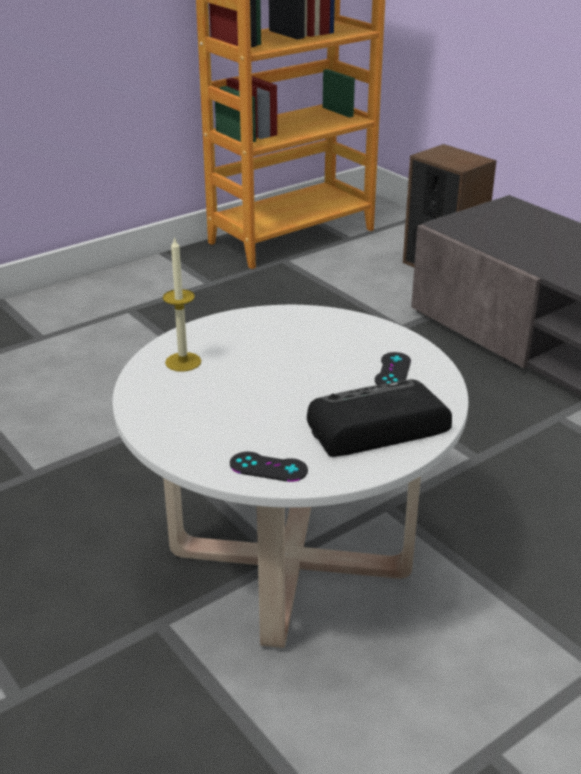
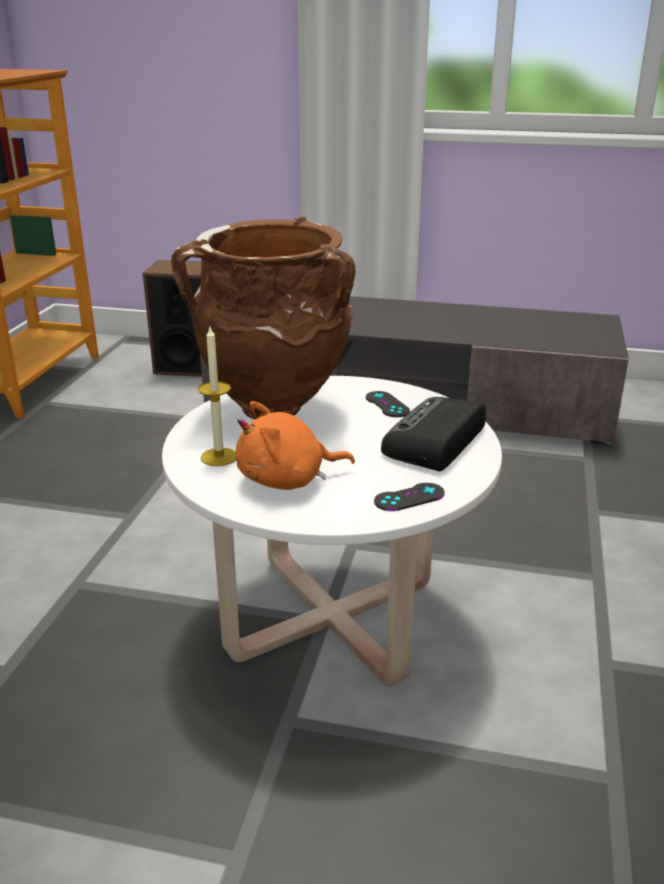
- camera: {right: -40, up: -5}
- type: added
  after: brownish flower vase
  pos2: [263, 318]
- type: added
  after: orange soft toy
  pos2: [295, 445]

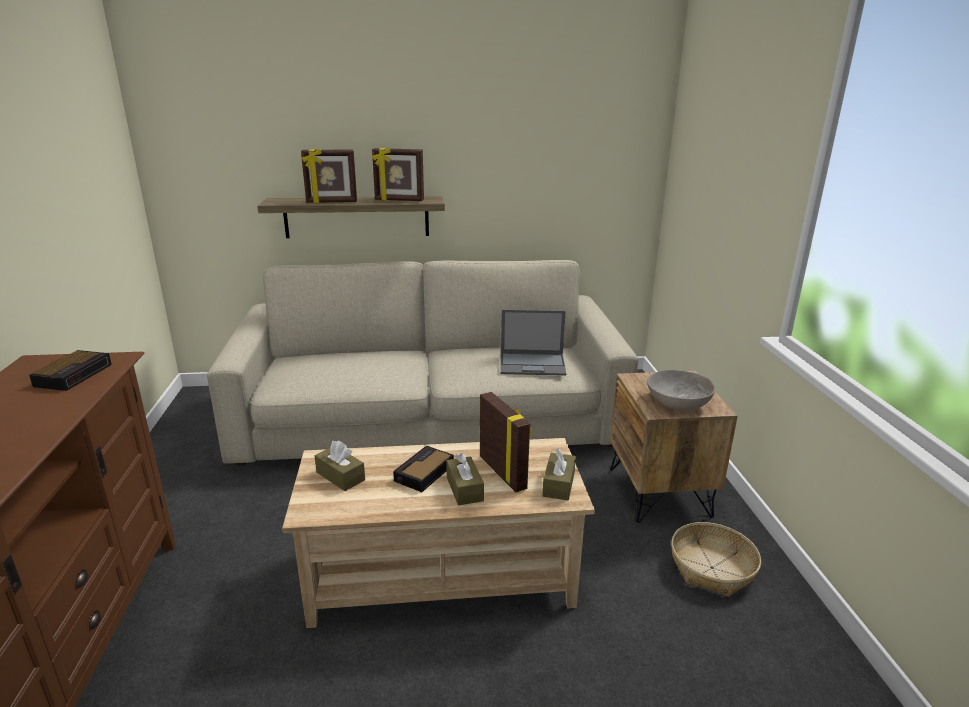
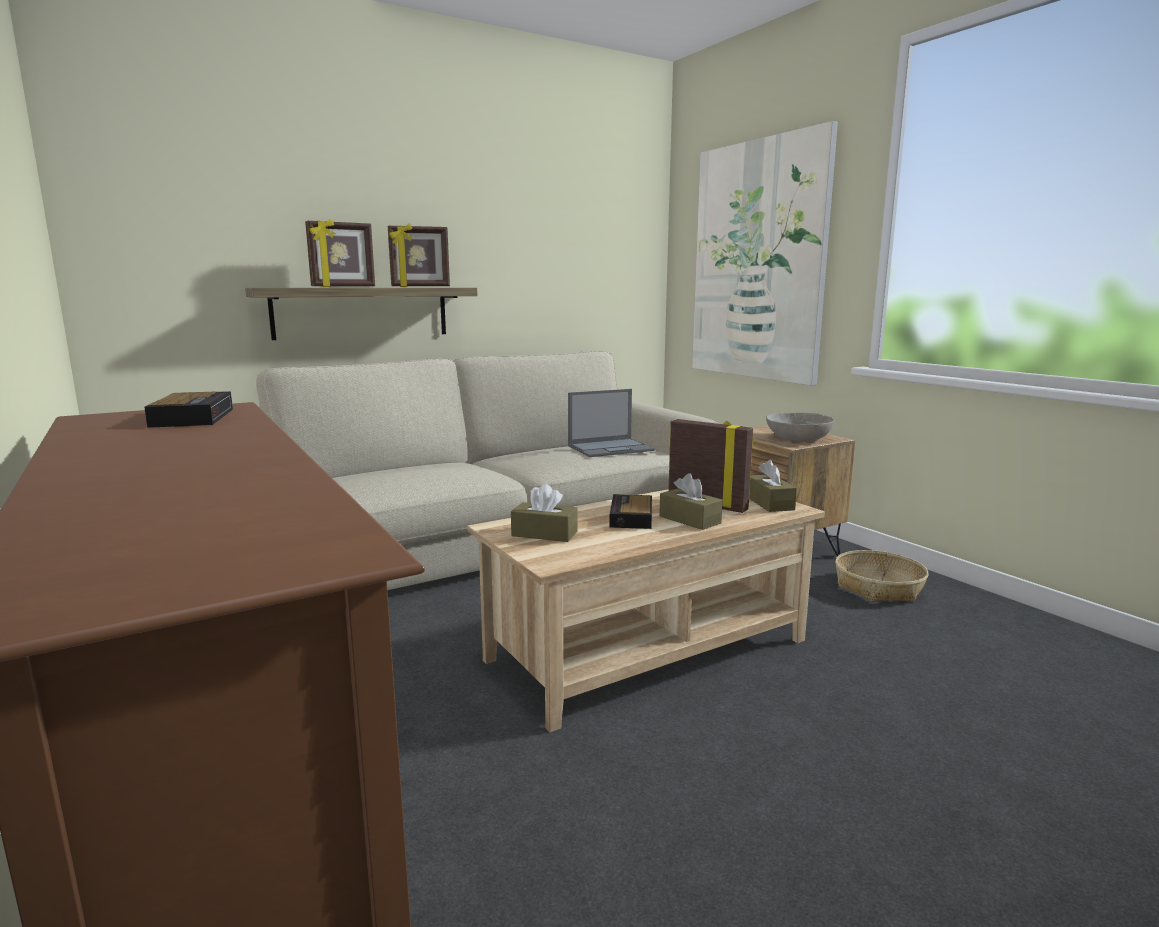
- camera: {right: -25, up: -10}
- type: added
  after: picture
  pos2: [765, 253]

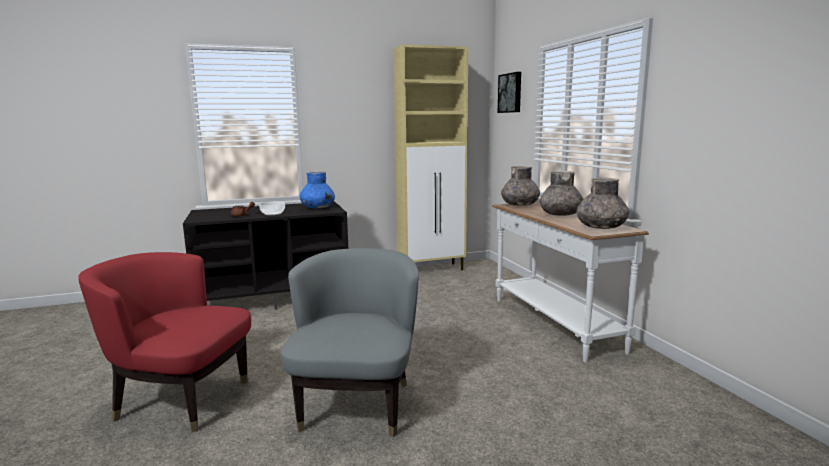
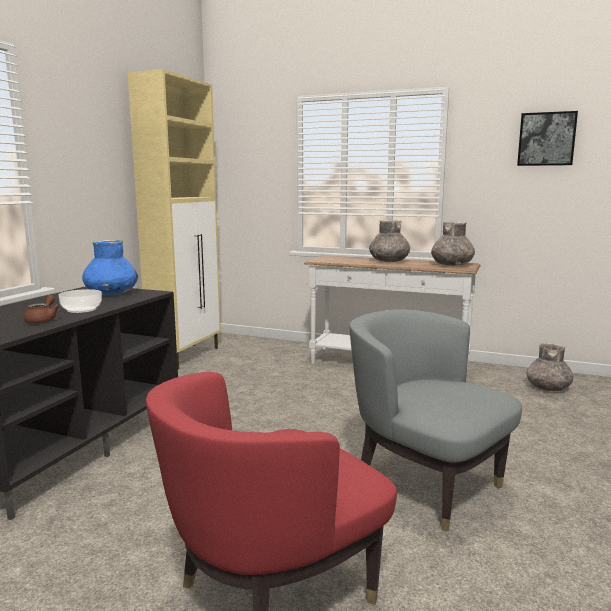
- camera: {right: -50, up: 0}
- type: moved
  before: picture
  pos1: [509, 92]
  pos2: [547, 138]
- type: moved
  before: greyish flower vase
  pos1: [520, 186]
  pos2: [550, 367]

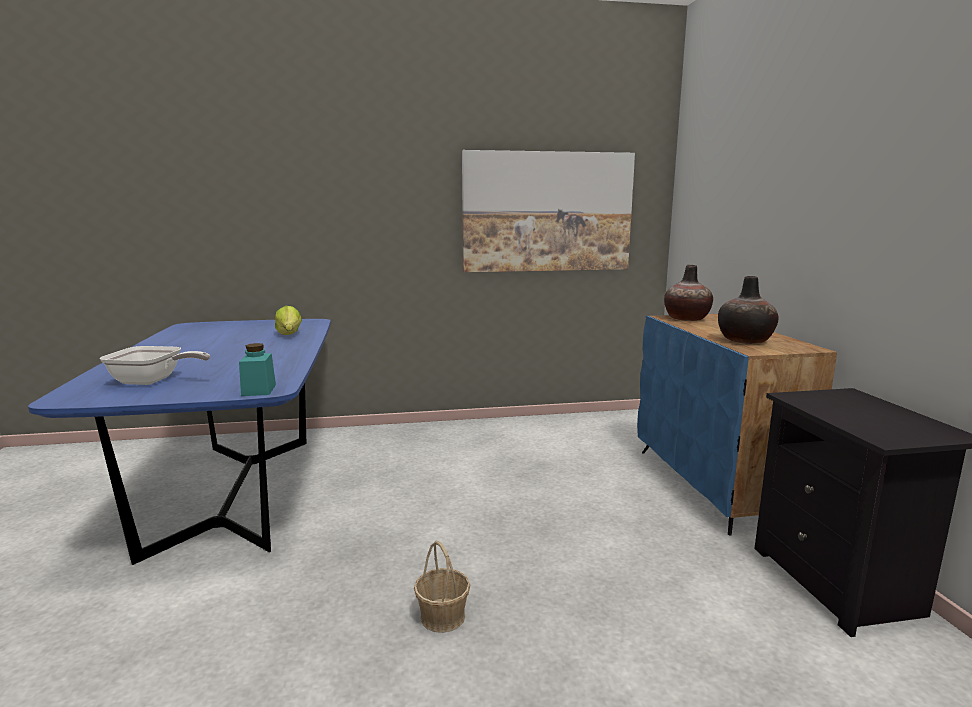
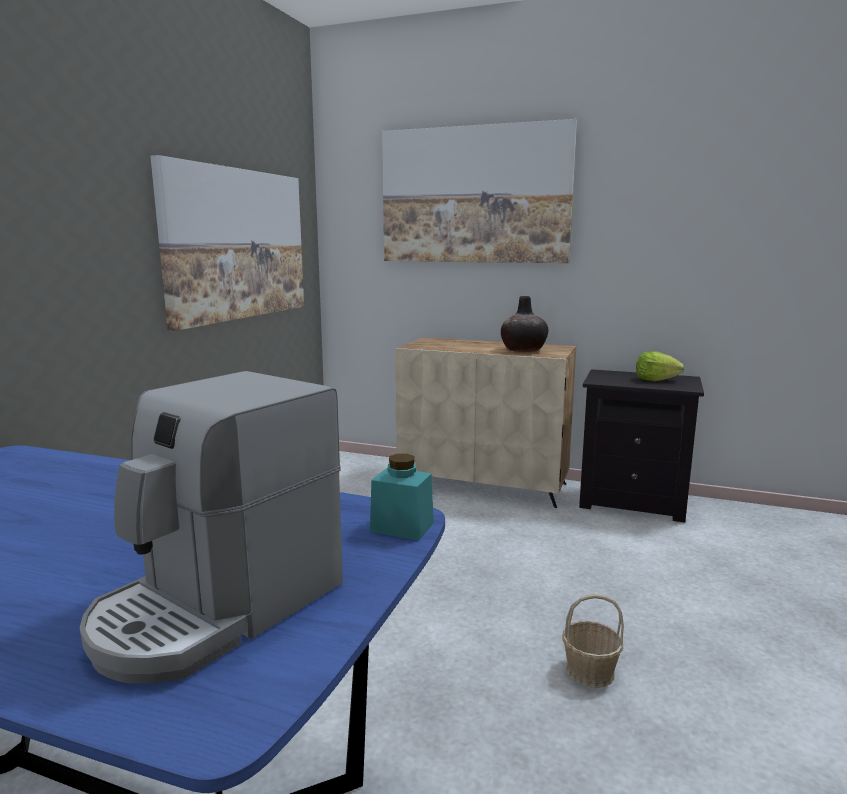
- camera: {right: -60, up: 0}
- type: removed
  before: flower vase
  pos1: [688, 293]
- type: moved
  before: lettuce head
  pos1: [288, 320]
  pos2: [660, 366]
- type: recoloured
  before: bluish cupboard
  after: beige-coloured cupboard
  pos1: [737, 425]
  pos2: [485, 423]
- type: replaced
  before: pan
  after: coffee maker
  pos1: [155, 365]
  pos2: [211, 527]
- type: added
  after: picture
  pos2: [479, 191]

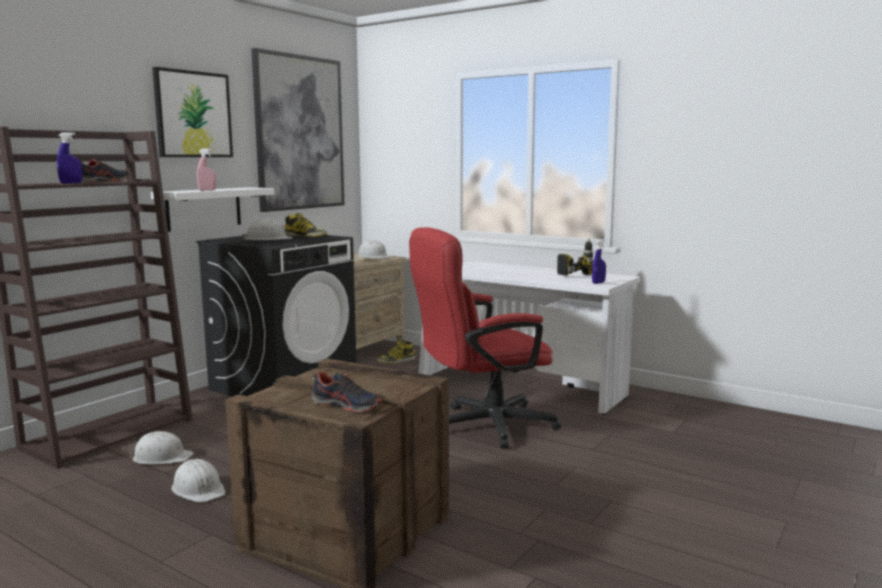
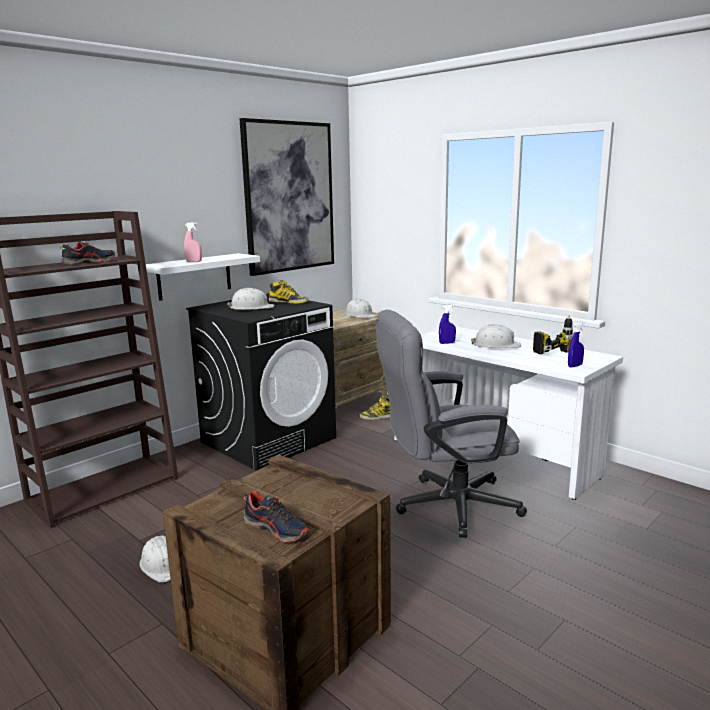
- camera: {right: 10, up: 5}
- type: removed
  before: picture
  pos1: [192, 112]
- type: moved
  before: bluish sprayer
  pos1: [69, 158]
  pos2: [447, 324]
- type: recoloured
  before: red-coloured desk chair
  after: greyish desk chair
  pos1: [485, 338]
  pos2: [451, 424]
- type: moved
  before: white work helmet
  pos1: [162, 447]
  pos2: [496, 336]

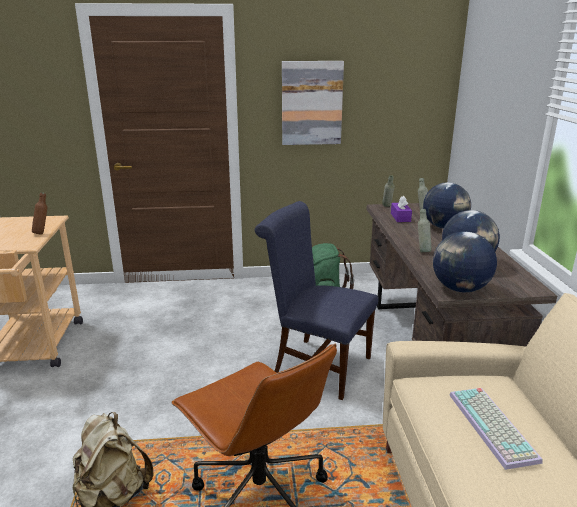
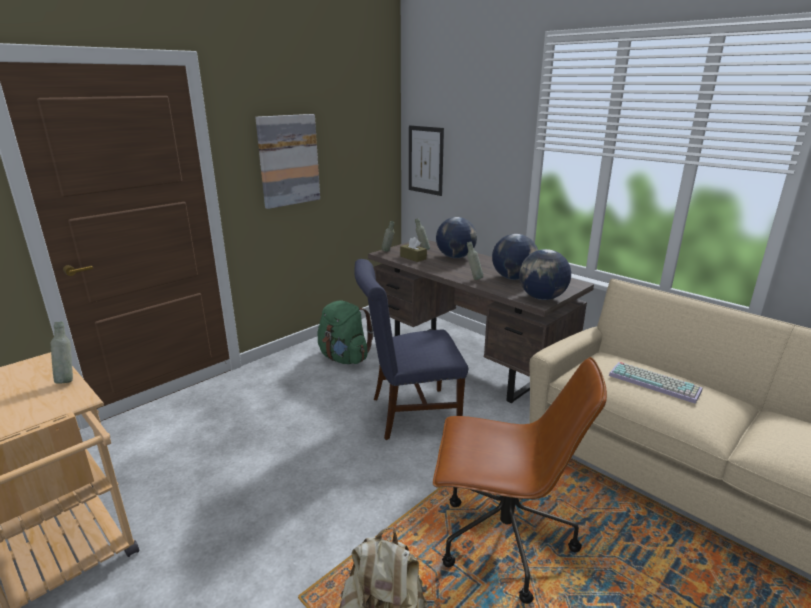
- camera: {right: -40, up: 0}
- type: recoloured
  before: brownish drink bottle
  after: greyish drink bottle
  pos1: [39, 213]
  pos2: [62, 353]
- type: recoloured
  before: purple-coloured tissue holder
  after: brownish tissue holder
  pos1: [401, 209]
  pos2: [413, 249]
- type: added
  after: picture
  pos2: [426, 160]

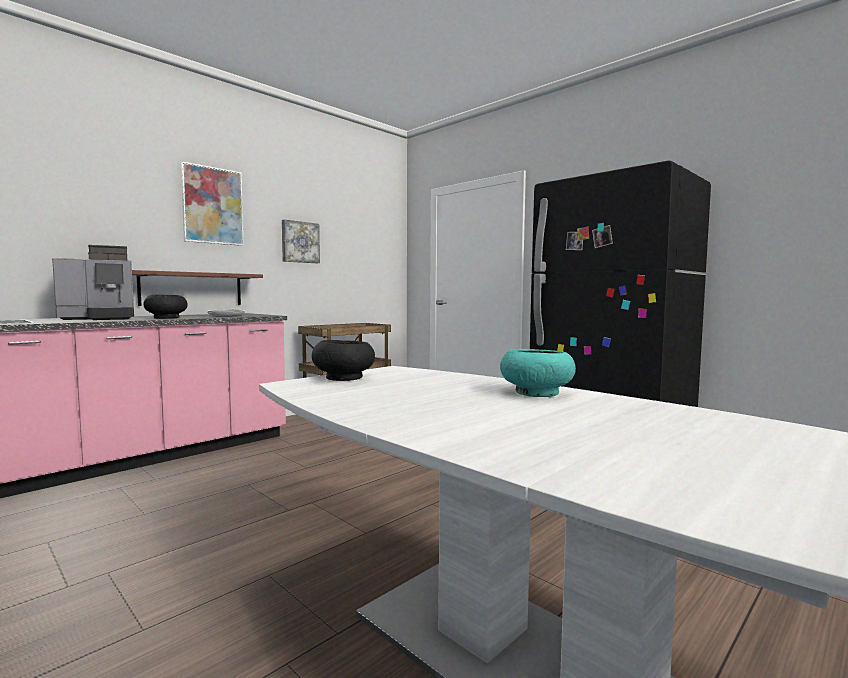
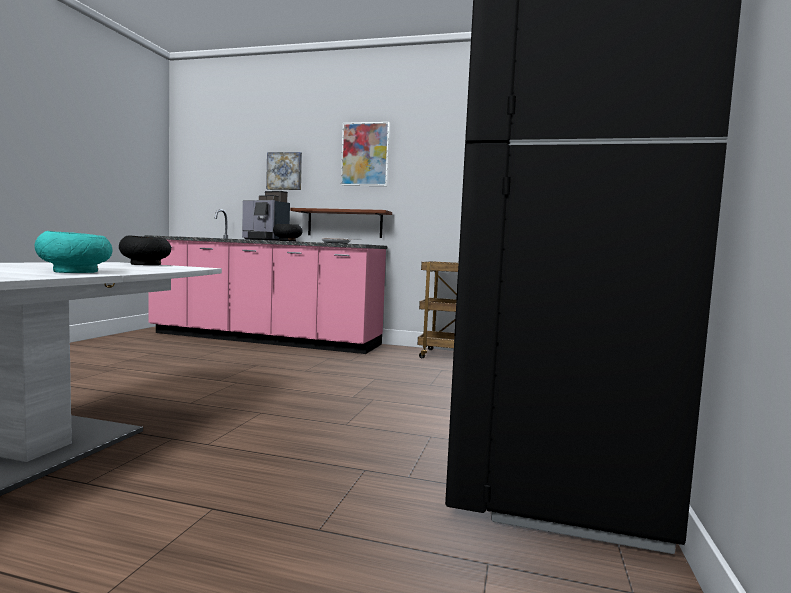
- camera: {right: 60, up: 0}
- type: moved
  before: picture
  pos1: [301, 241]
  pos2: [284, 171]

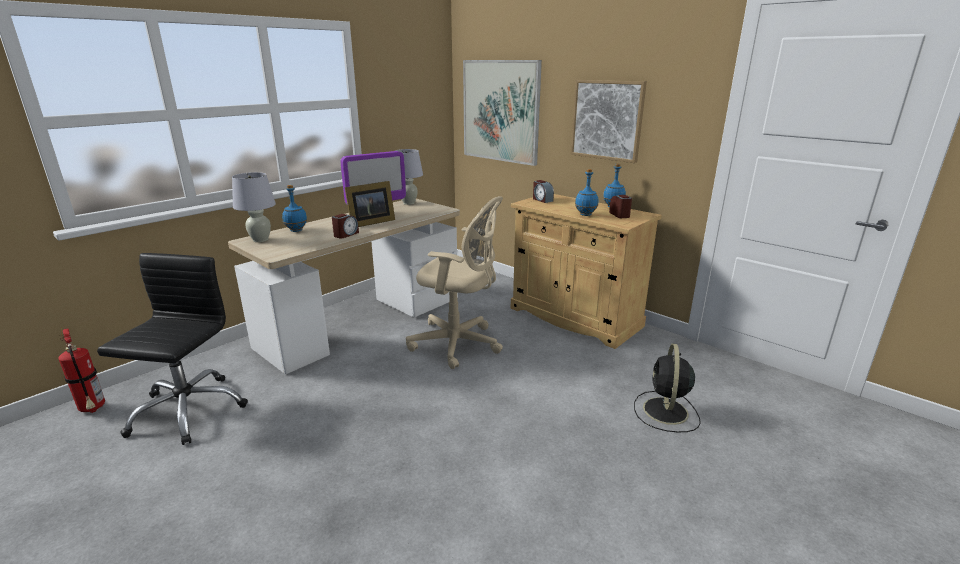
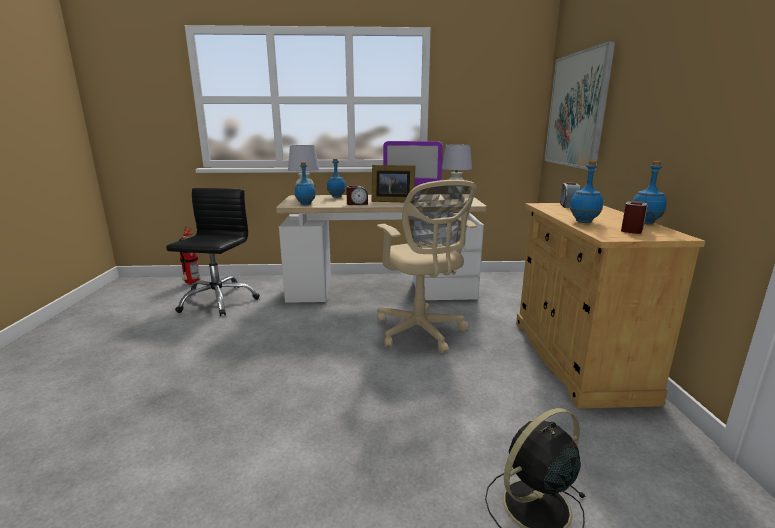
- camera: {right: 45, up: -5}
- type: removed
  before: picture
  pos1: [608, 121]
- type: turned
  before: black desk chair
  pos1: [172, 349]
  pos2: [213, 252]
  turn: -45
- type: added
  after: bluish drink bottle
  pos2: [305, 183]

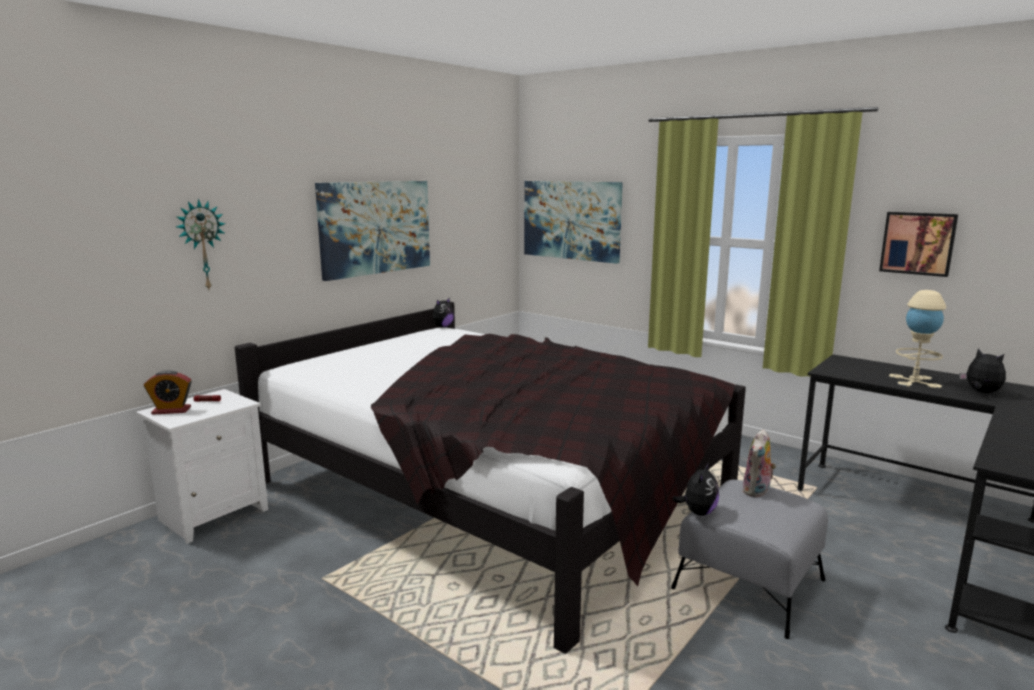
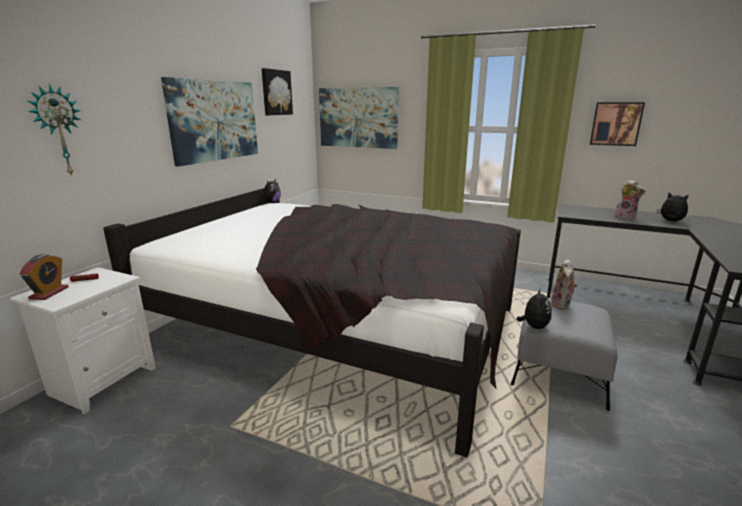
- camera: {right: -15, up: 5}
- type: replaced
  before: beige-coloured tabletop lamp
  after: soft toy
  pos1: [917, 339]
  pos2: [630, 199]
- type: turned
  before: bedside clock
  pos1: [168, 392]
  pos2: [44, 277]
  turn: -60
- type: added
  after: picture
  pos2: [277, 91]

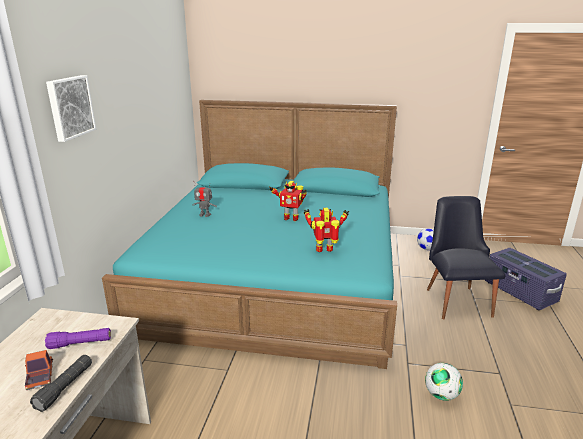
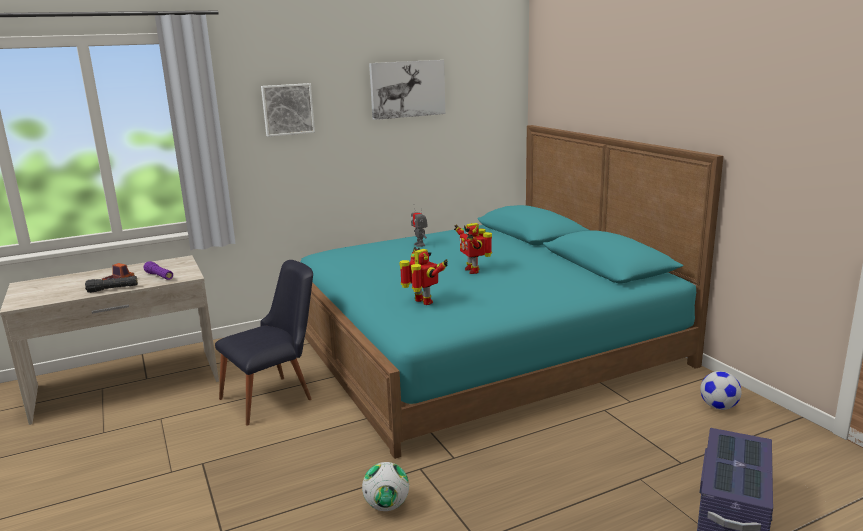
- camera: {right: 55, up: -5}
- type: moved
  before: black plain chair
  pos1: [466, 257]
  pos2: [264, 342]
- type: added
  after: picture
  pos2: [407, 90]

